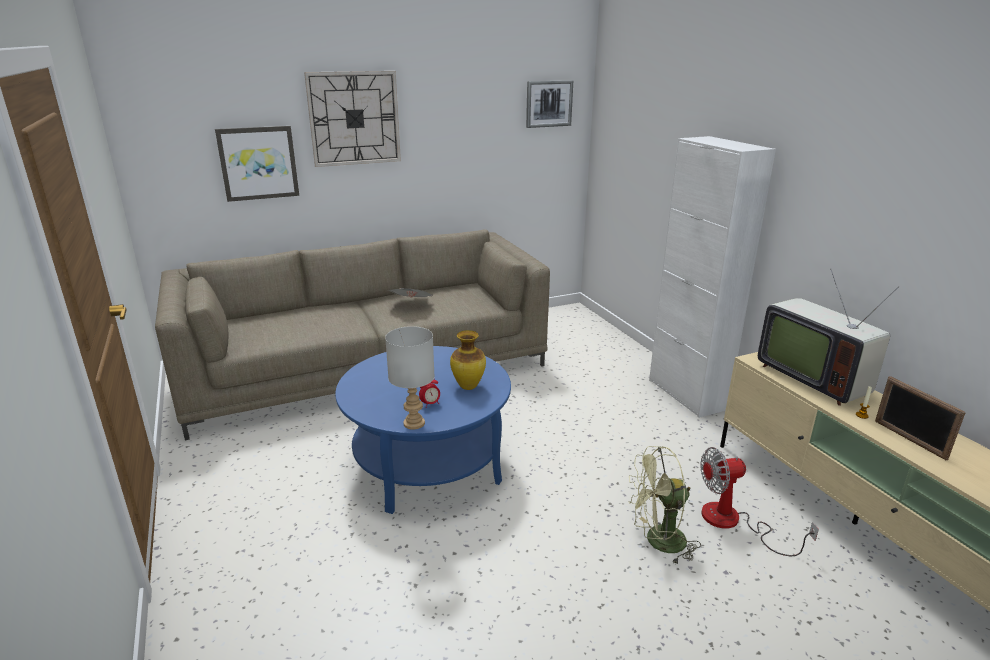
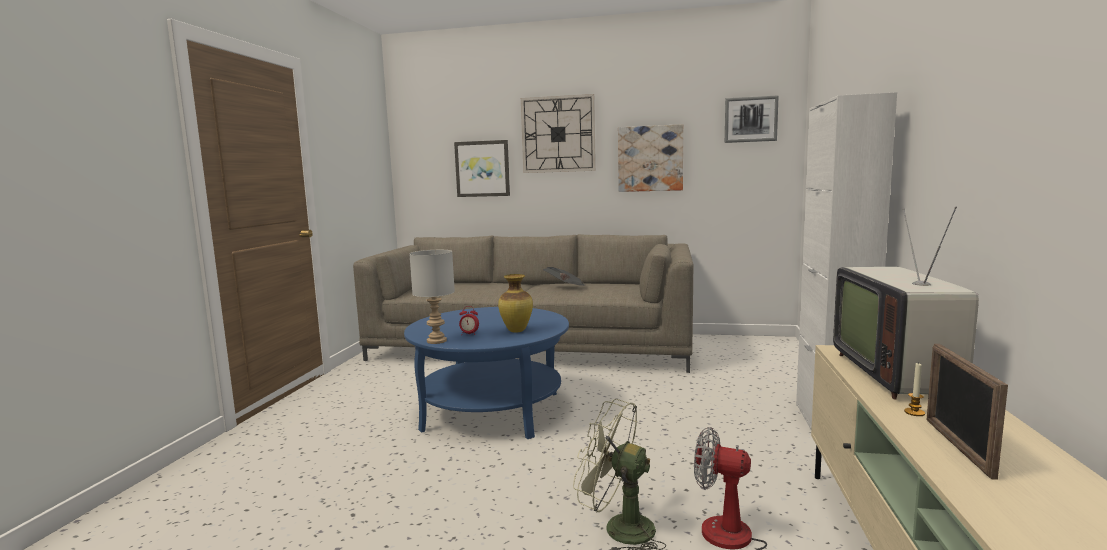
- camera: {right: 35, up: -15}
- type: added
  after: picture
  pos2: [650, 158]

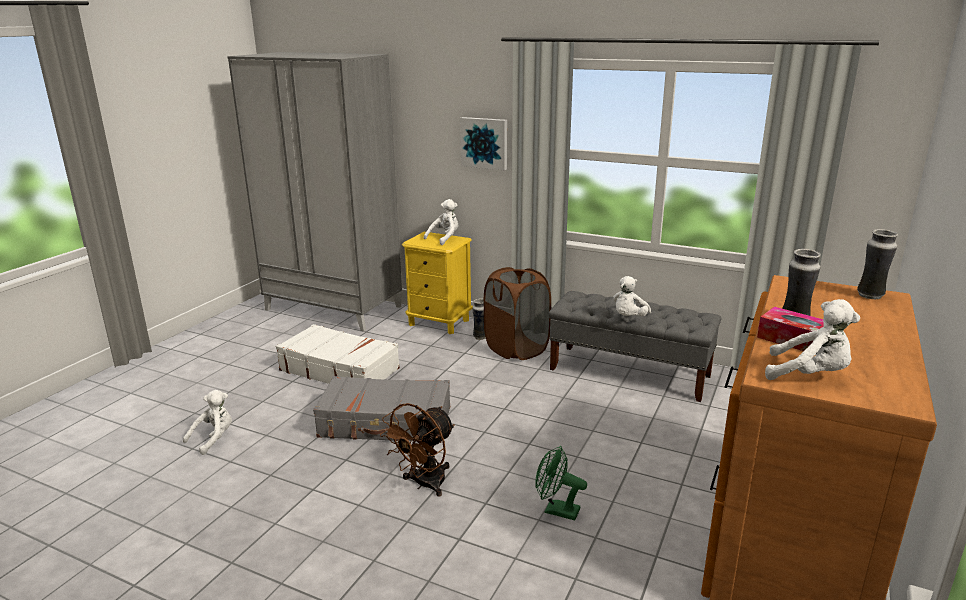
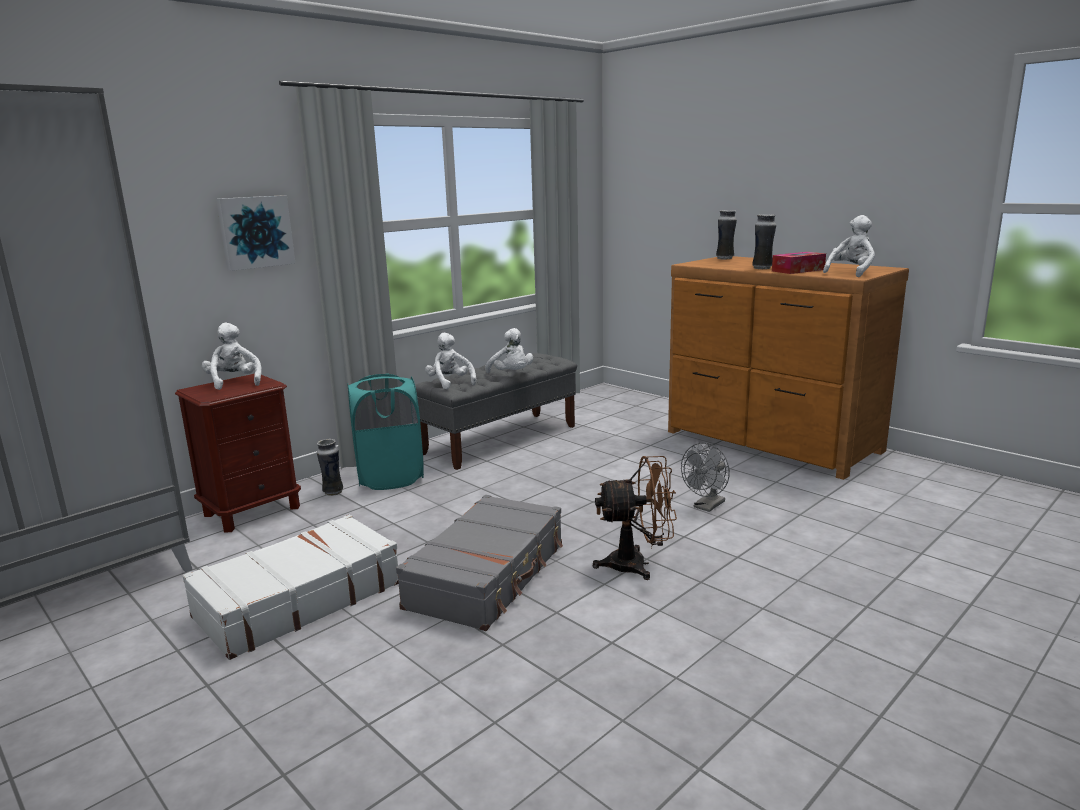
- camera: {right: -70, up: -5}
- type: recoloured
  before: yellow bedside table
  after: brownish bedside table
  pos1: [437, 283]
  pos2: [238, 453]
- type: recoloured
  before: brownish washing basket
  after: turquoise washing basket
  pos1: [517, 313]
  pos2: [386, 431]
- type: moved
  before: white soft toy
  pos1: [207, 422]
  pos2: [450, 361]
- type: turned
  before: brownish cooling fan
  pos1: [417, 450]
  pos2: [635, 518]
  turn: -60
- type: recoloured
  before: green-coloured cooling fan
  after: greyish cooling fan
  pos1: [561, 483]
  pos2: [705, 477]

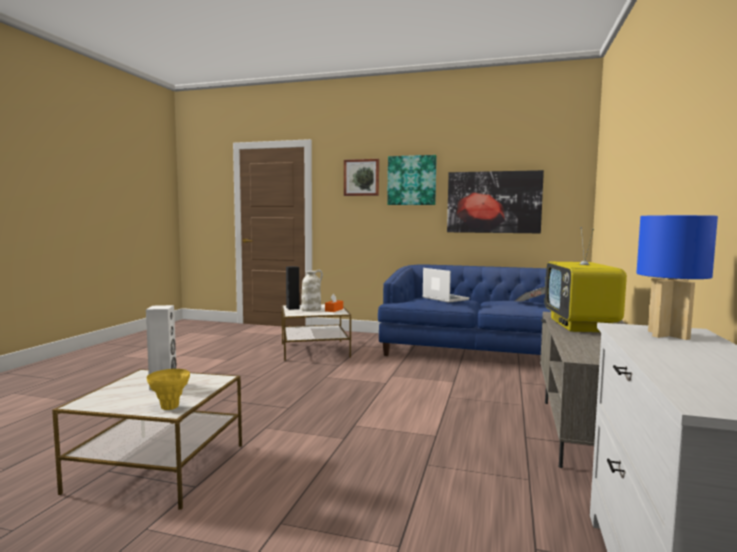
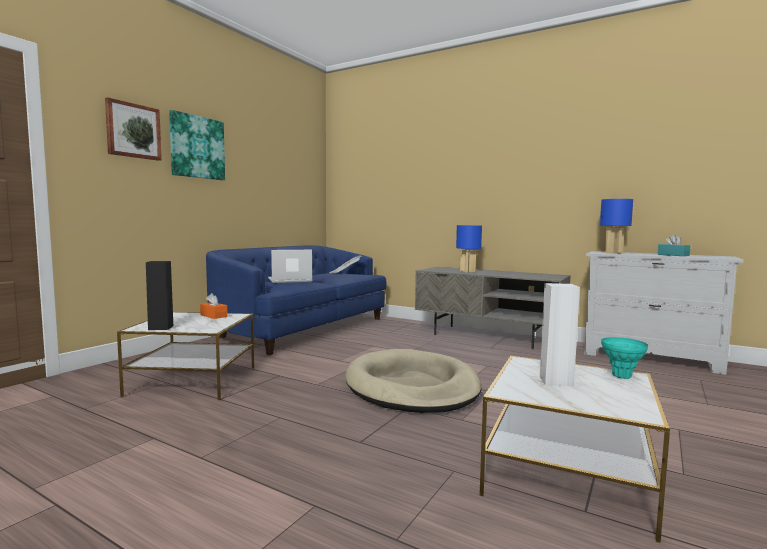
- camera: {right: -75, up: 0}
- type: removed
  before: picture
  pos1: [495, 201]
- type: replaced
  before: TV set
  after: bluish tabletop lamp
  pos1: [586, 279]
  pos2: [469, 248]
- type: removed
  before: white flower vase
  pos1: [312, 291]
- type: recoloured
  before: yellow flower vase
  after: turquoise flower vase
  pos1: [168, 389]
  pos2: [624, 358]
- type: added
  after: turquoise tissue holder
  pos2: [674, 245]
- type: added
  after: beige-coloured dog bed
  pos2: [413, 381]

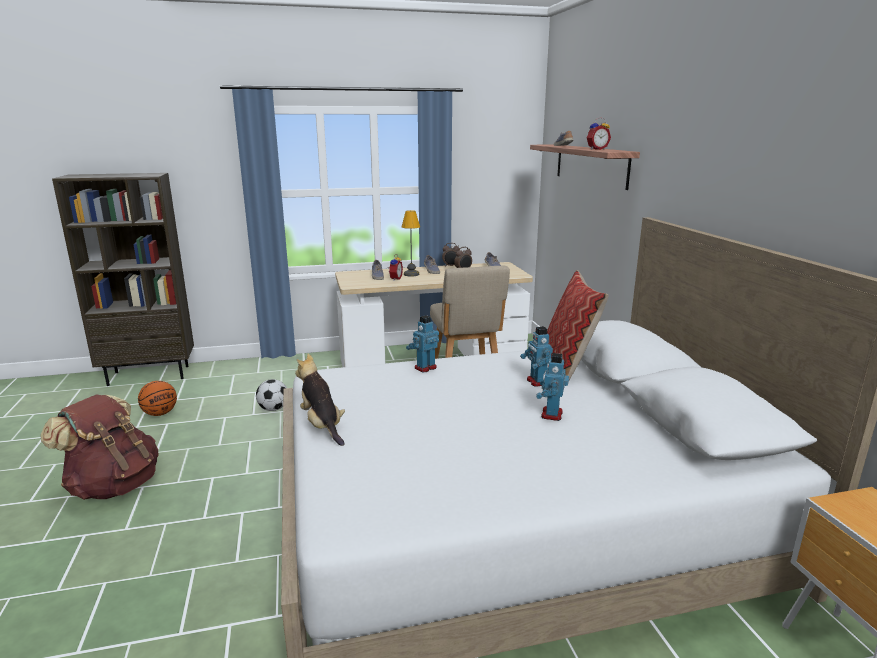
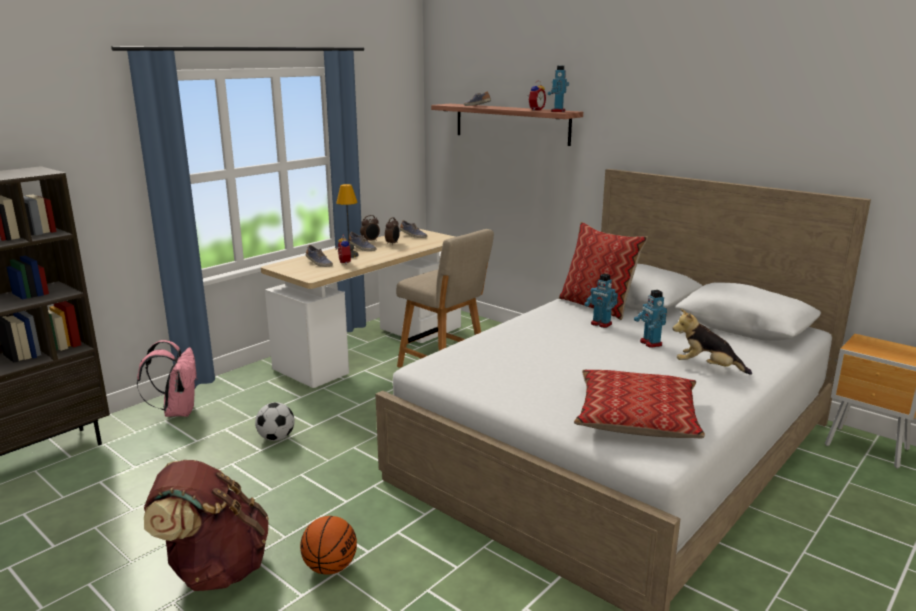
- camera: {right: -35, up: 0}
- type: moved
  before: model robot
  pos1: [422, 343]
  pos2: [558, 89]
- type: moved
  before: soft toy
  pos1: [320, 400]
  pos2: [712, 342]
- type: moved
  before: basketball
  pos1: [157, 398]
  pos2: [328, 545]
- type: added
  after: pinkish backpack
  pos2: [167, 378]
- type: added
  after: cushion
  pos2: [639, 404]

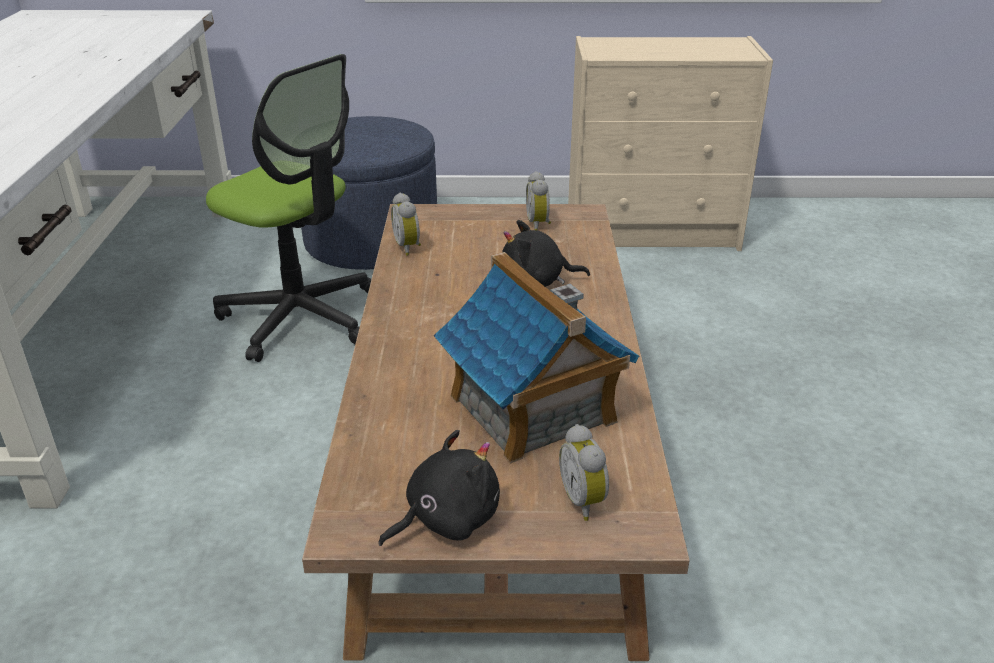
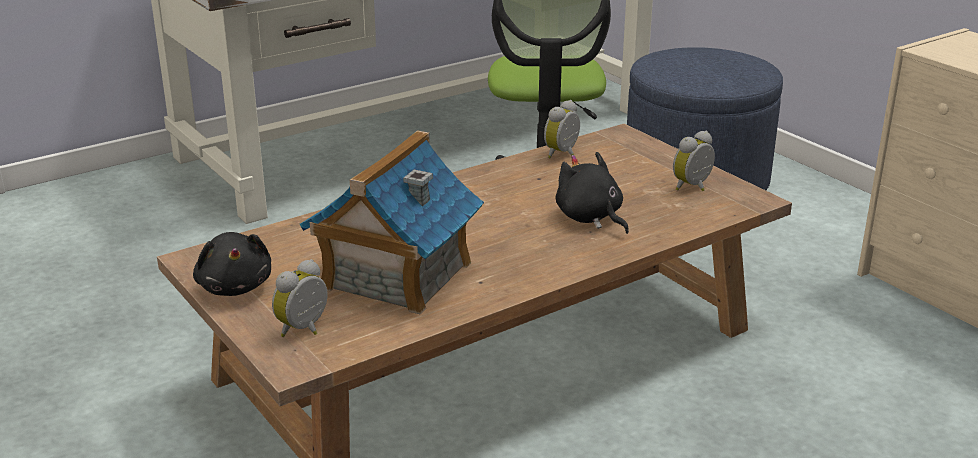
- camera: {right: 55, up: -5}
- type: turned
  before: black soft toy
  pos1: [439, 488]
  pos2: [232, 264]
  turn: 45

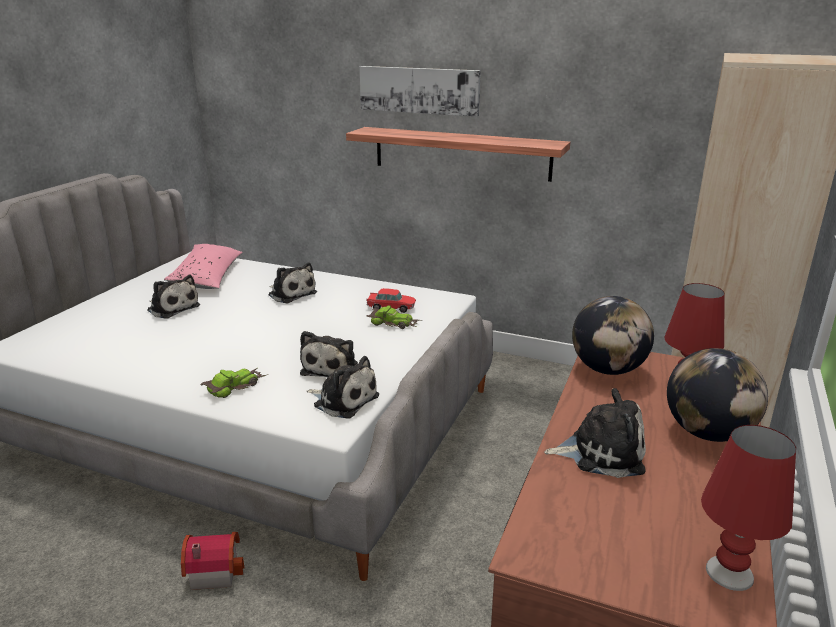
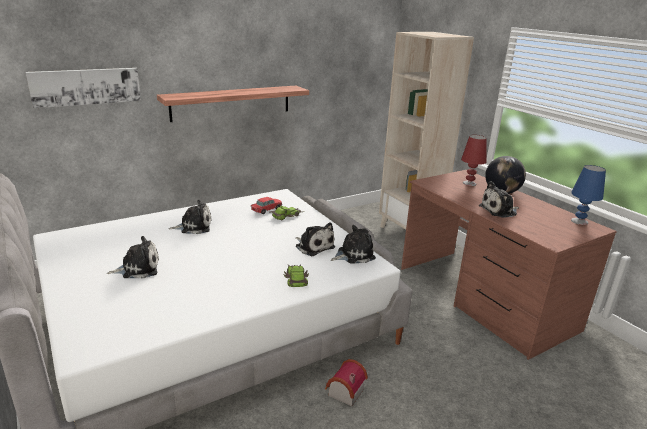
- camera: {right: -55, up: 0}
- type: moved
  before: picture
  pos1: [420, 91]
  pos2: [83, 88]
- type: removed
  before: pinkish cushion
  pos1: [203, 266]
- type: removed
  before: desk globe
  pos1: [613, 335]
- type: turned
  before: soft toy
  pos1: [595, 433]
  pos2: [499, 199]
  turn: -150
- type: recoloured
  before: red-coloured tabletop lamp
  after: bluish tabletop lamp
  pos1: [748, 508]
  pos2: [588, 195]

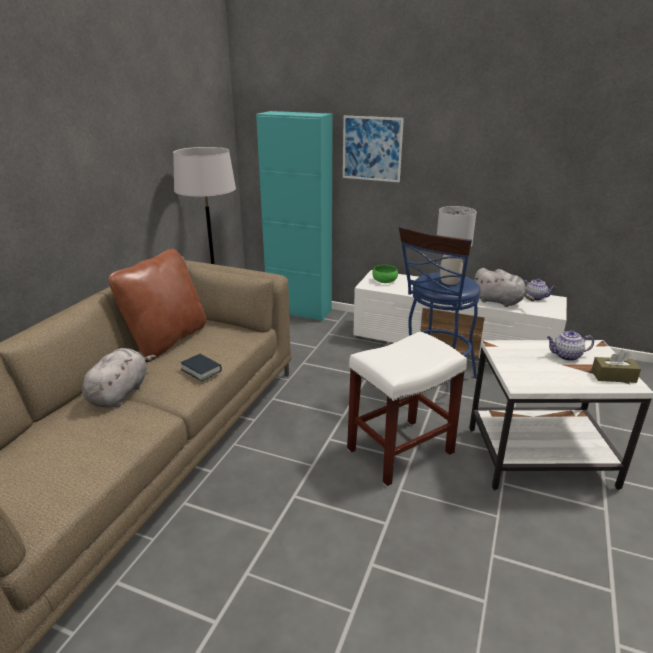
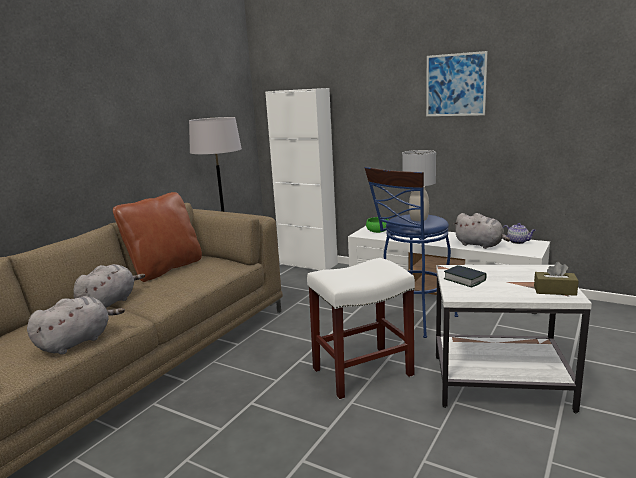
- camera: {right: 10, up: -10}
- type: recoloured
  before: turquoise cupboard
  after: white cupboard
  pos1: [294, 216]
  pos2: [301, 179]
- type: moved
  before: picture
  pos1: [373, 148]
  pos2: [457, 83]
- type: removed
  before: teapot
  pos1: [570, 345]
- type: moved
  before: volume
  pos1: [201, 367]
  pos2: [465, 276]
- type: added
  after: greyish soft toy
  pos2: [76, 325]

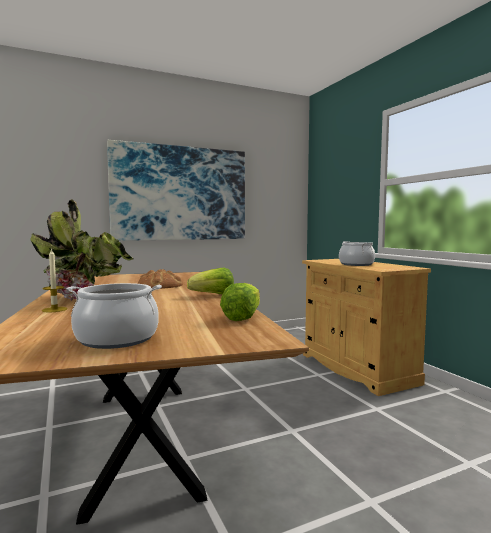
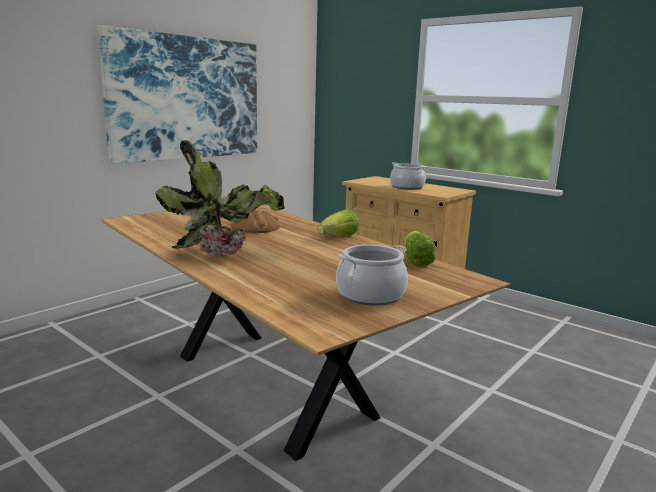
- camera: {right: -25, up: 10}
- type: removed
  before: wax light
  pos1: [54, 280]

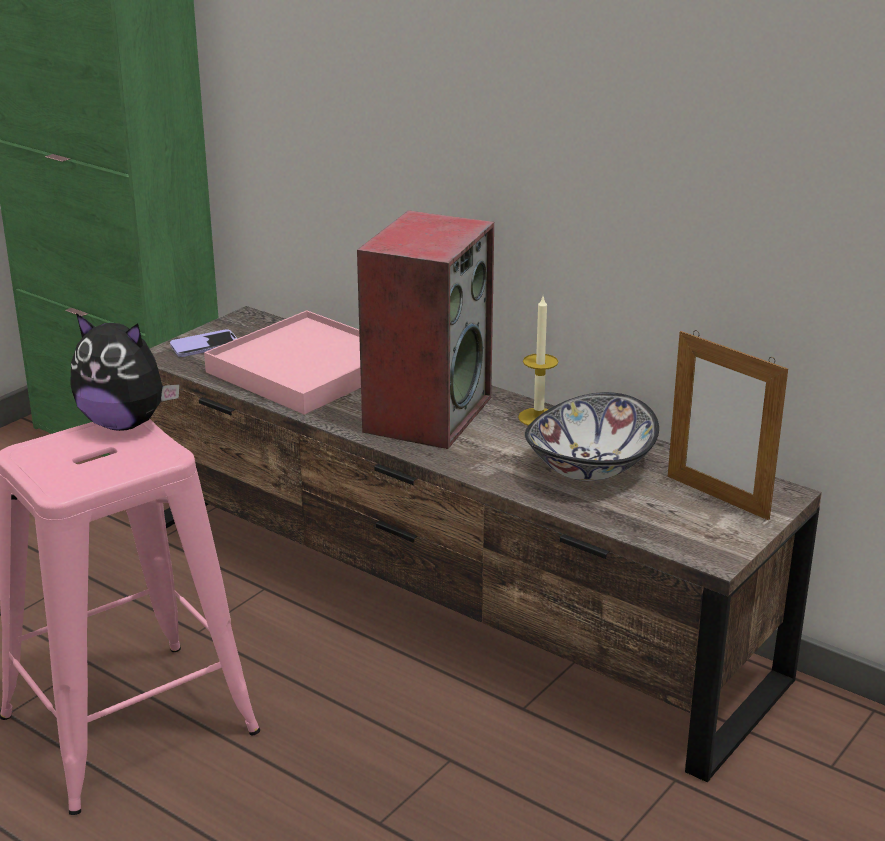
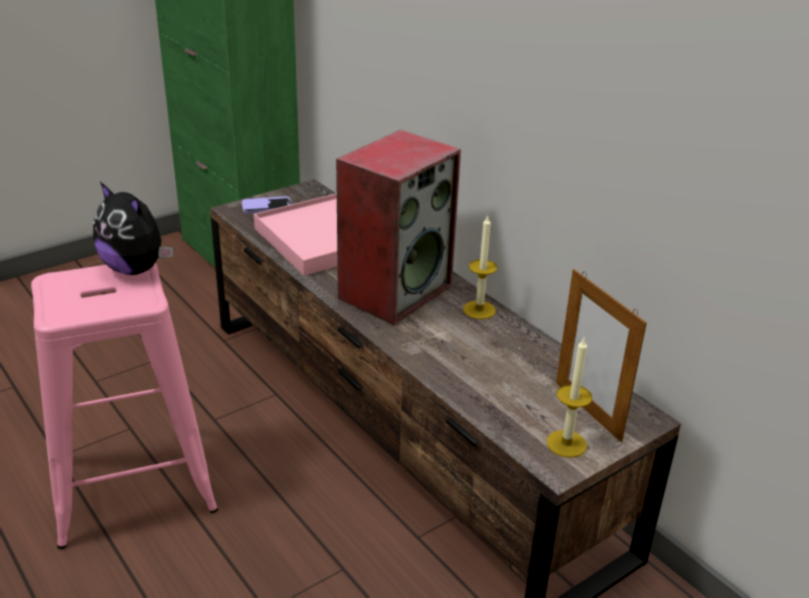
- camera: {right: 15, up: 5}
- type: removed
  before: serving bowl
  pos1: [592, 436]
- type: added
  after: wax light
  pos2: [569, 398]

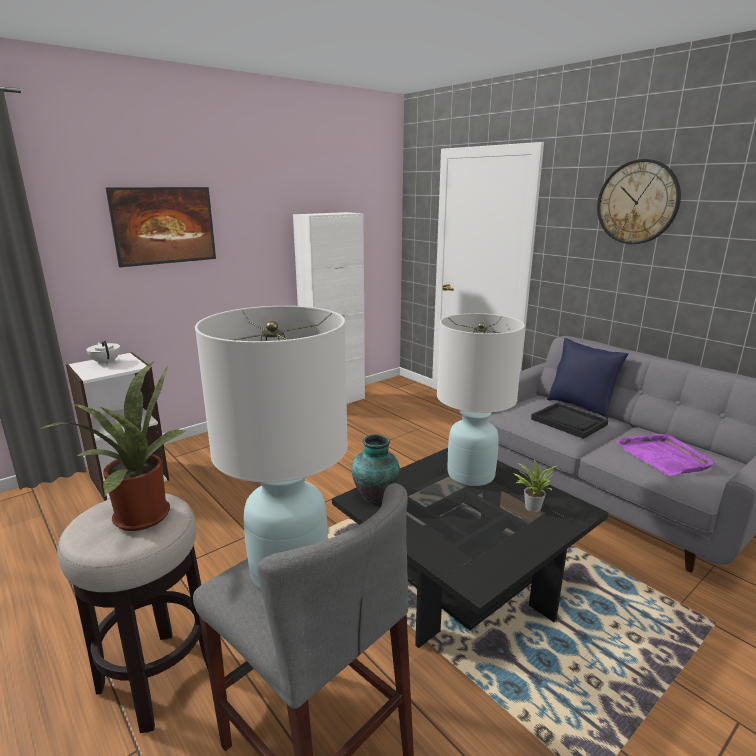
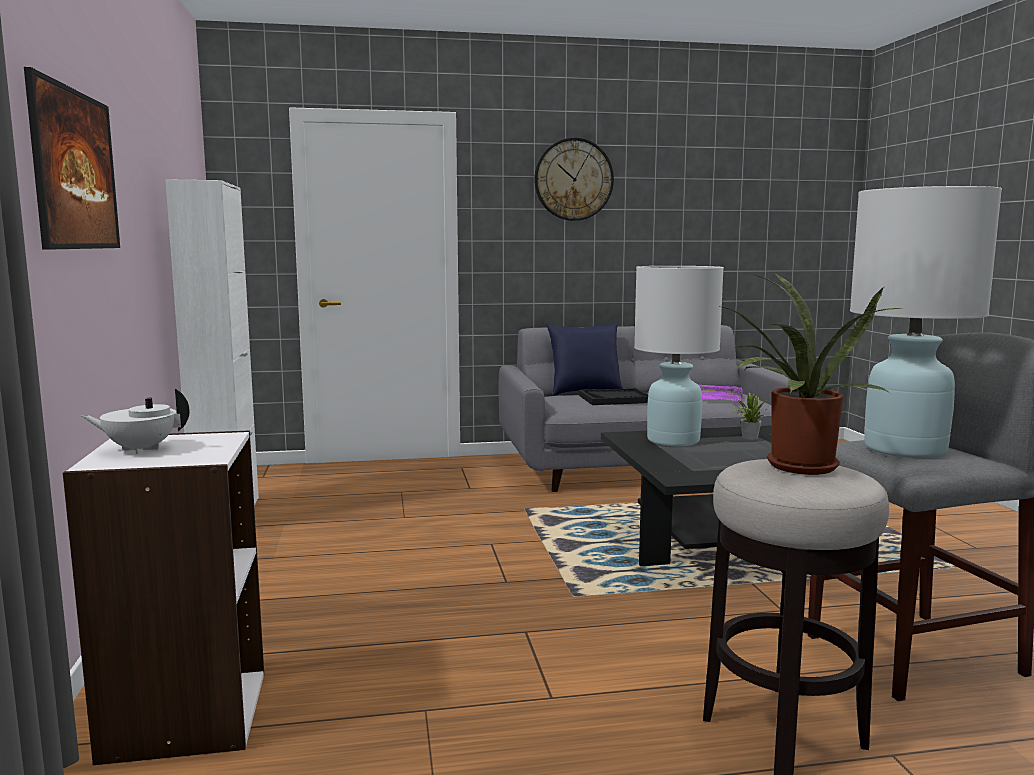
- camera: {right: -60, up: -10}
- type: removed
  before: flower vase
  pos1: [376, 469]

